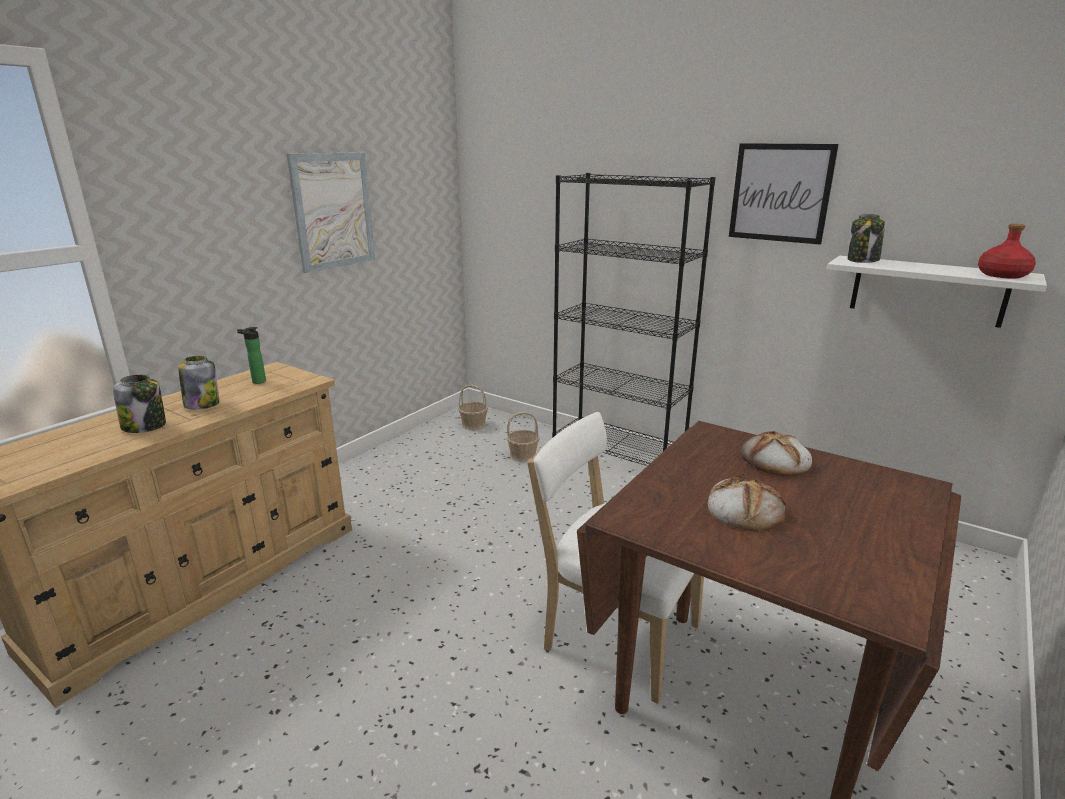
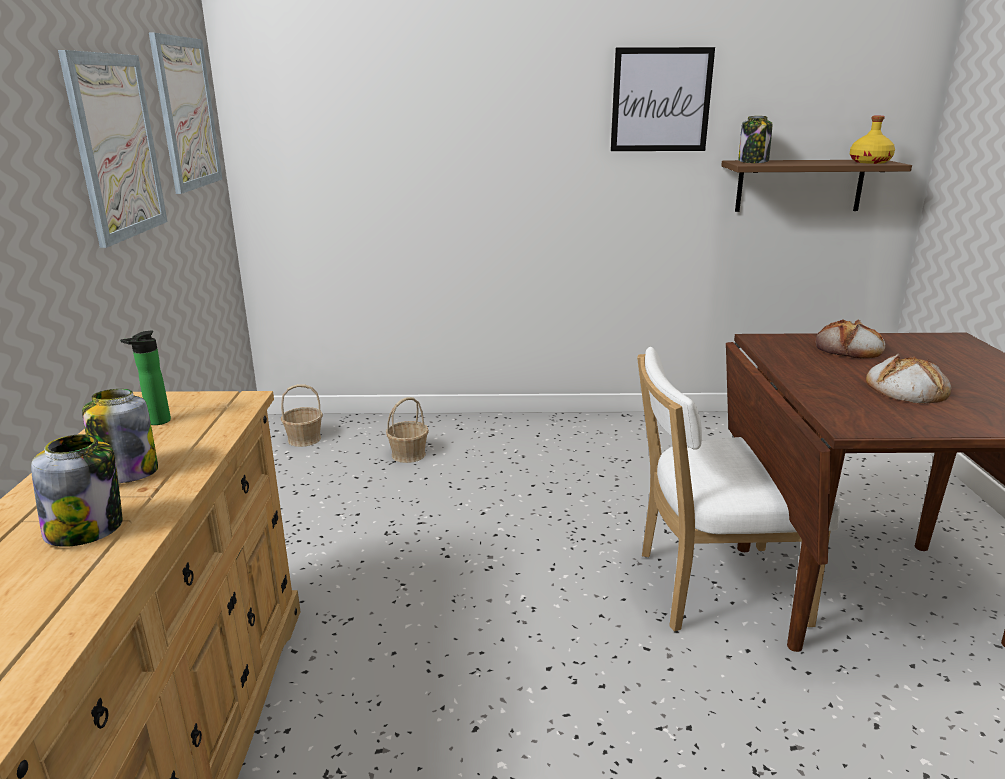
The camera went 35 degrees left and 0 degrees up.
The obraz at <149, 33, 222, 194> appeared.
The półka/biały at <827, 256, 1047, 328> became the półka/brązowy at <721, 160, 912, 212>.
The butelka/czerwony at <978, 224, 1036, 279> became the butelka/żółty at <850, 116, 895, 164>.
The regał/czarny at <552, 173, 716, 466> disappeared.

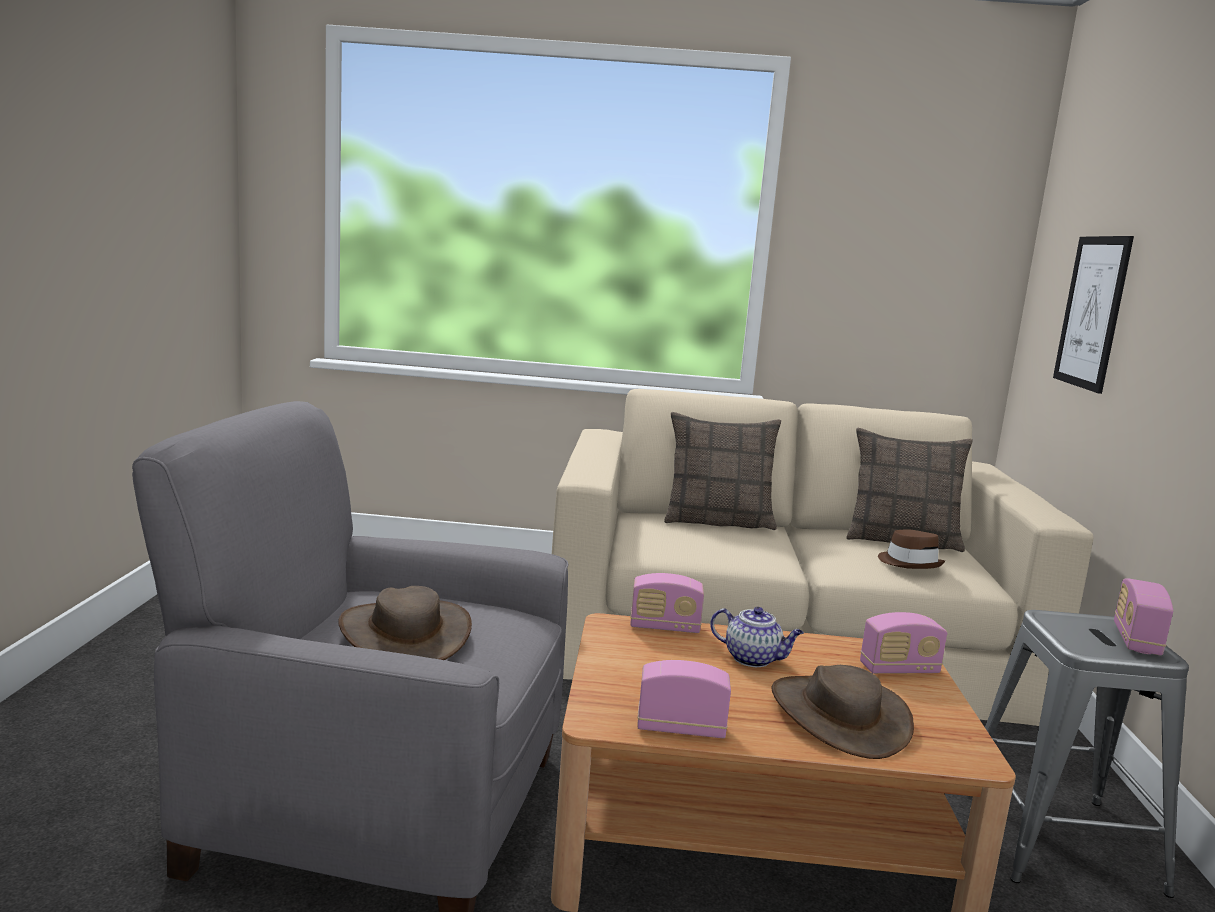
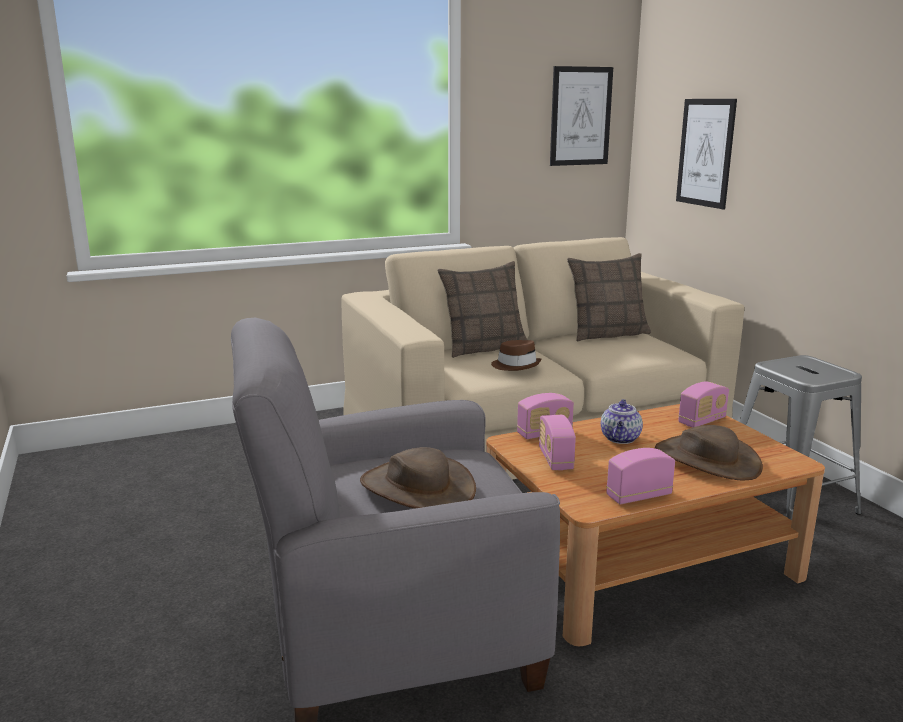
The camera went 25 degrees left and 5 degrees up.
The kapelusz/brązowy moved from <878, 529, 945, 569> to <491, 340, 541, 371>.
The radio moved from <1114, 578, 1173, 655> to <539, 415, 576, 470>.
The obraz at <550, 66, 613, 166> appeared.
The imbryk at <710, 607, 804, 667> turned 105 degrees clockwise.

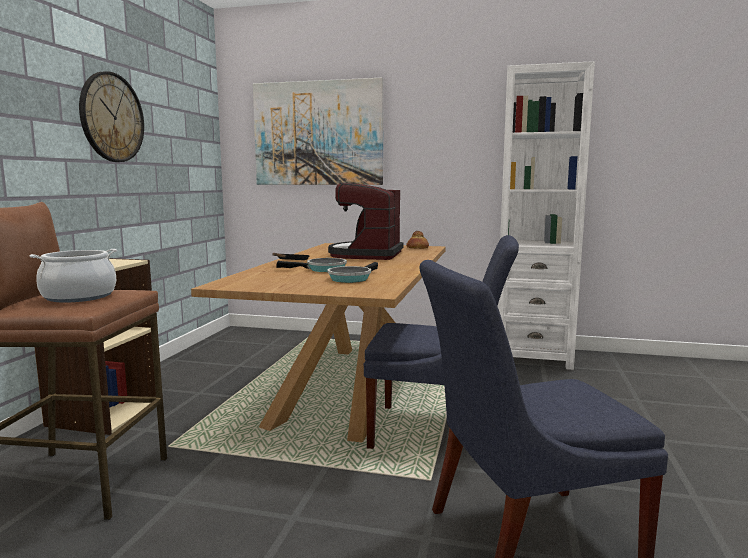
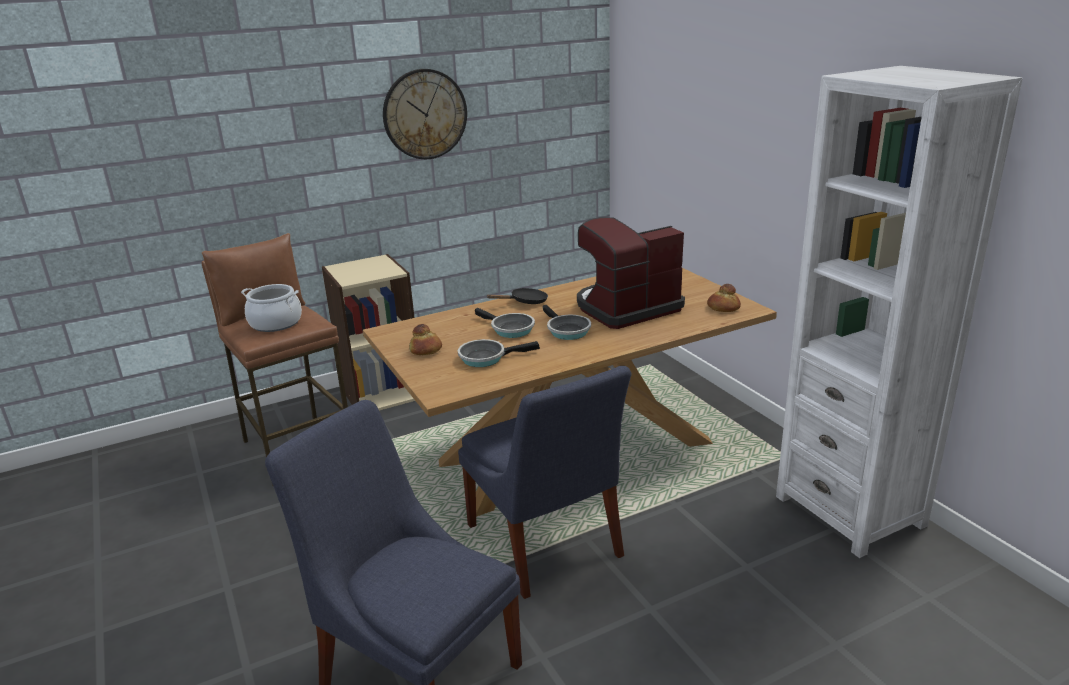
The camera went 50 degrees right and 15 degrees up.
The chleb at <409, 324, 442, 355> appeared.
The patelnia at <542, 305, 591, 340> appeared.
The obraz at <253, 78, 383, 185> disappeared.

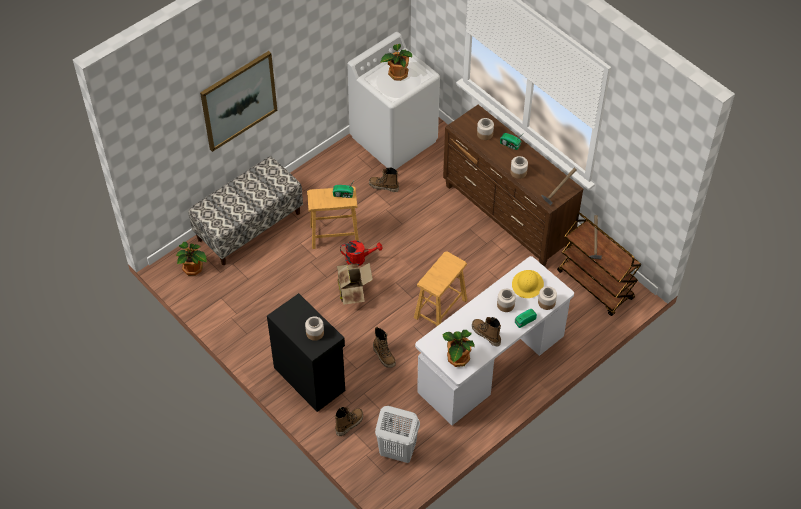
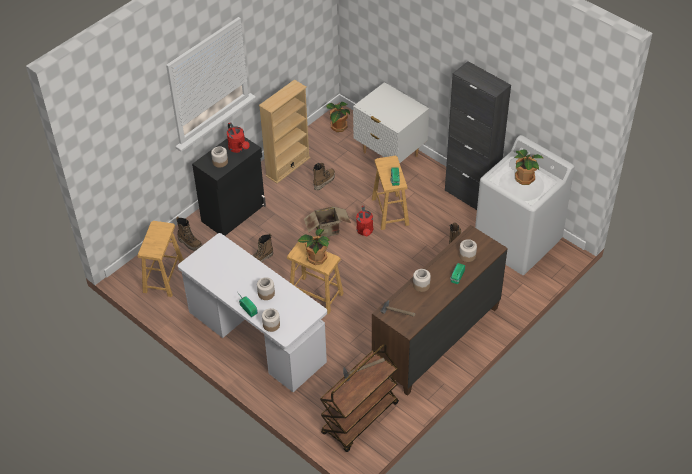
The camera went 85 degrees right and 5 degrees down.
The kosz na pranie/biały at <375, 406, 420, 463> was replaced by the stołek/brązowy at <138, 221, 184, 297>.
The konewka/czerwony at <227, 122, 250, 153> appeared.
The regał/beżowy at <259, 79, 311, 184> appeared.
The roślina doniczkowa moved from <442, 330, 475, 367> to <298, 229, 330, 265>.
The but z cholewką moved from <472, 317, 501, 346> to <313, 163, 335, 190>.
The ławka at <188, 156, 303, 265> was replaced by the szafka nocna/biały at <353, 82, 429, 163>.
The szafka/czarny at <445, 61, 511, 210> appeared.
The obraz at <200, 51, 277, 152> disappeared.
The kask/żółty at <512, 270, 544, 298> disappeared.

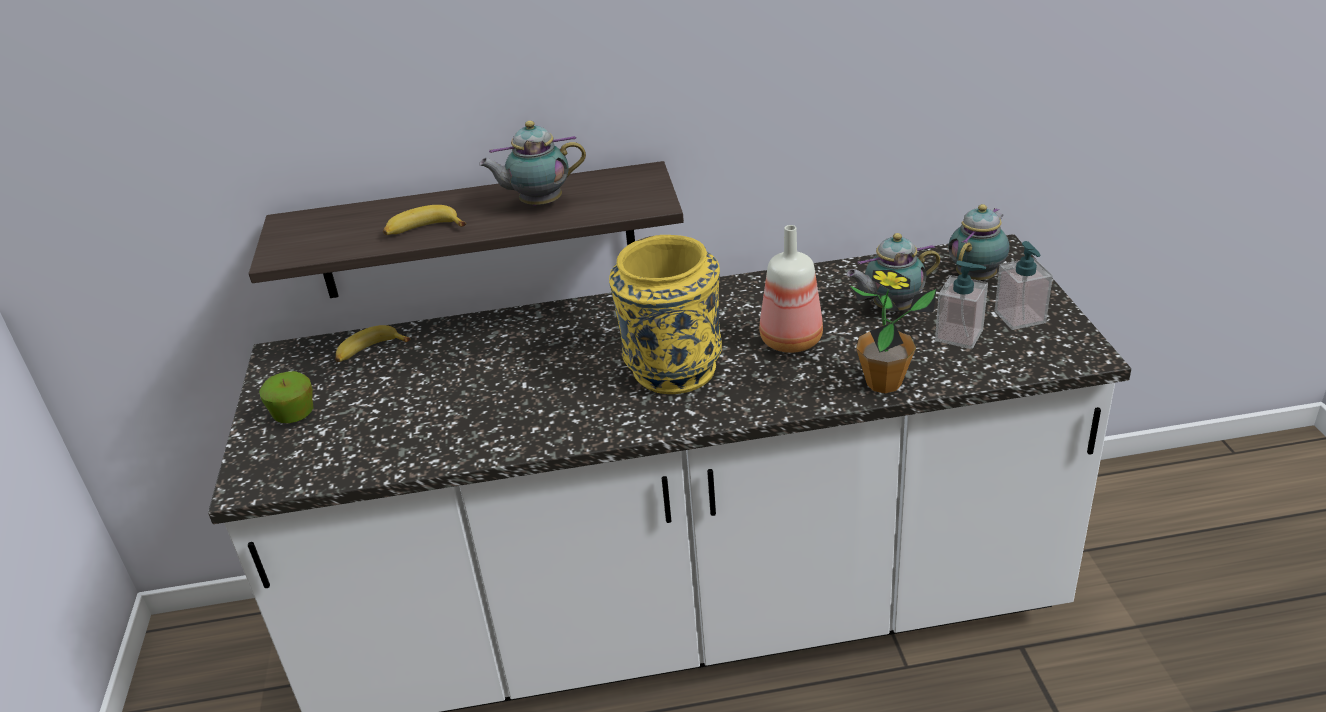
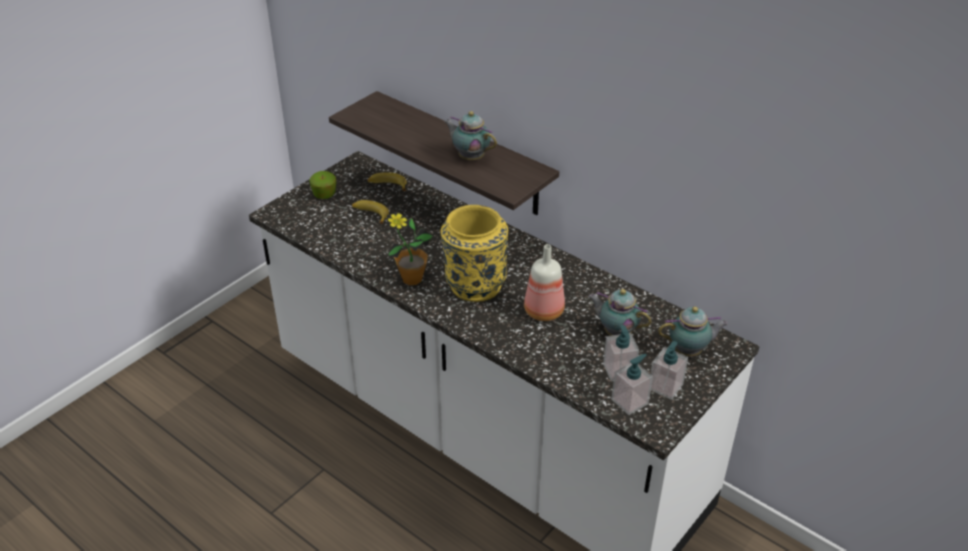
The camera went 45 degrees right and 5 degrees up.
The banan moved from <383, 205, 466, 235> to <352, 200, 389, 224>.
The roślina doniczkowa moved from <849, 270, 936, 393> to <386, 212, 433, 285>.
The dozownik mydła at <612, 354, 653, 415> appeared.

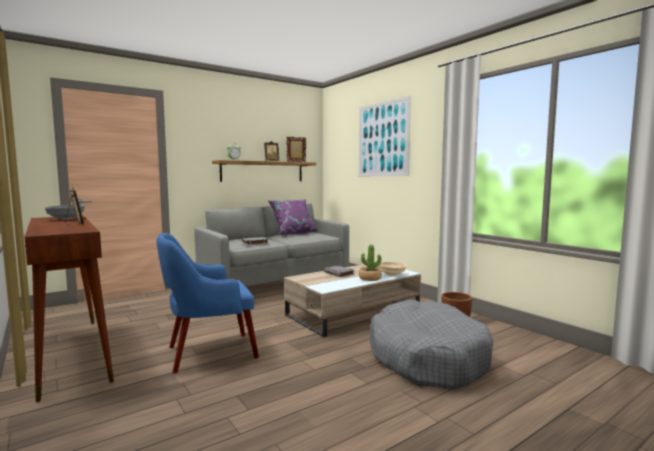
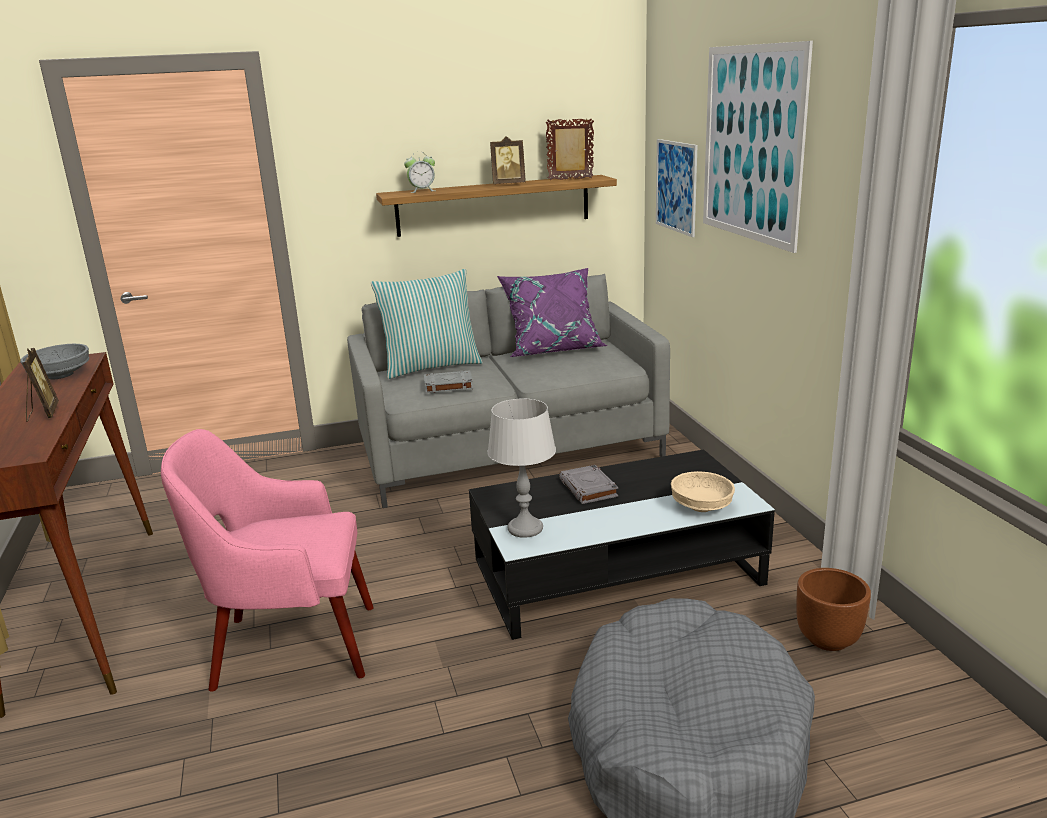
The camera went 20 degrees right and 15 degrees up.
The fotel/niebieski at <157, 233, 259, 373> became the fotel/różowy at <161, 429, 374, 692>.
The poduszka at <371, 269, 483, 379> appeared.
The ława/beżowy at <284, 262, 421, 337> became the ława/czarny at <469, 449, 775, 640>.
The lampa stołowa/szary at <487, 399, 556, 538> appeared.
The obraz at <656, 139, 698, 237> appeared.
The roślina doniczkowa at <359, 244, 382, 281> disappeared.

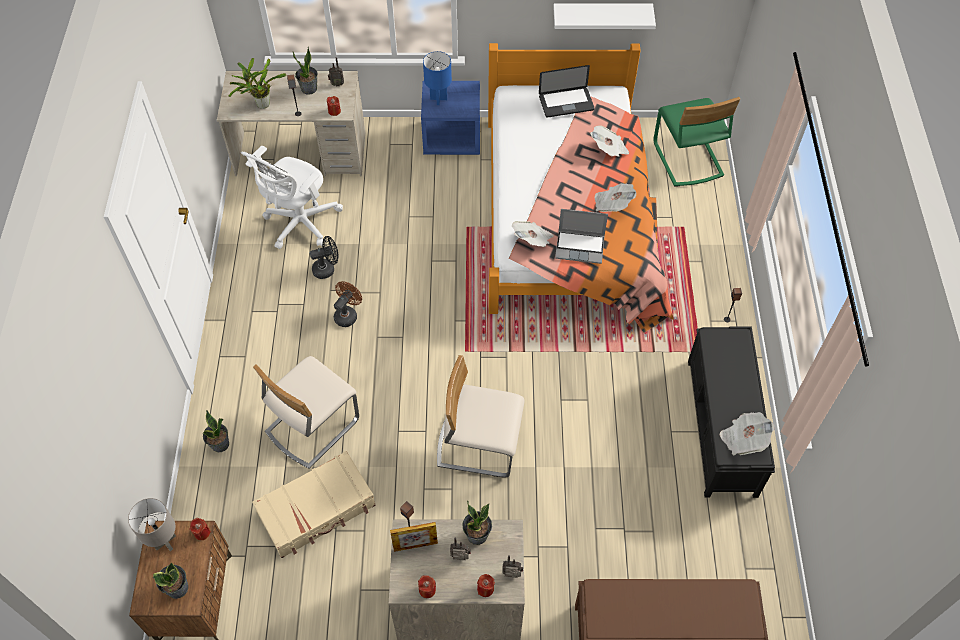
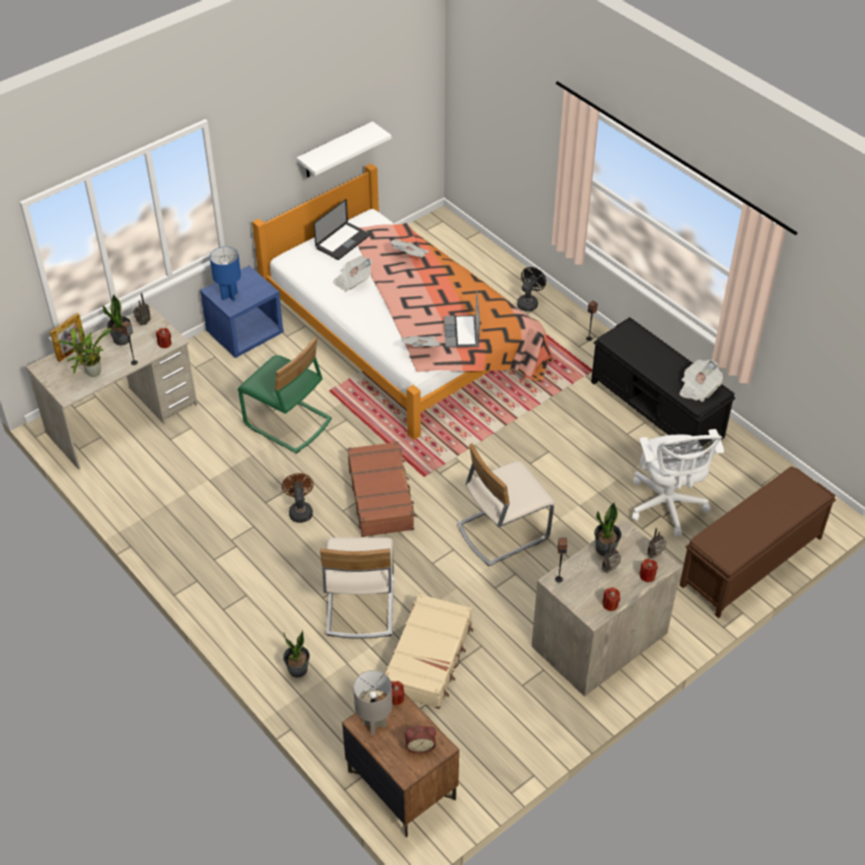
The camera went 40 degrees left and 10 degrees down.
The ramka na zdjęcie moved from <390, 522, 438, 552> to <50, 313, 85, 362>.
The krzesło/zielony moved from <654, 97, 740, 187> to <238, 337, 332, 454>.
The gazeta moved from <595, 183, 637, 212> to <333, 256, 373, 292>.
The walizka/brązowy at <347, 441, 417, 537> appeared.
The roślina doniczkowa at <153, 562, 188, 599> was replaced by the budzik at <405, 726, 436, 754>.
The laptop at <555, 209, 608, 264> turned 120 degrees clockwise.
The wentylator/czarny moved from <310, 236, 339, 279> to <517, 267, 546, 312>.
The krzesło biurowe/biały moved from <241, 146, 343, 249> to <632, 429, 724, 537>.

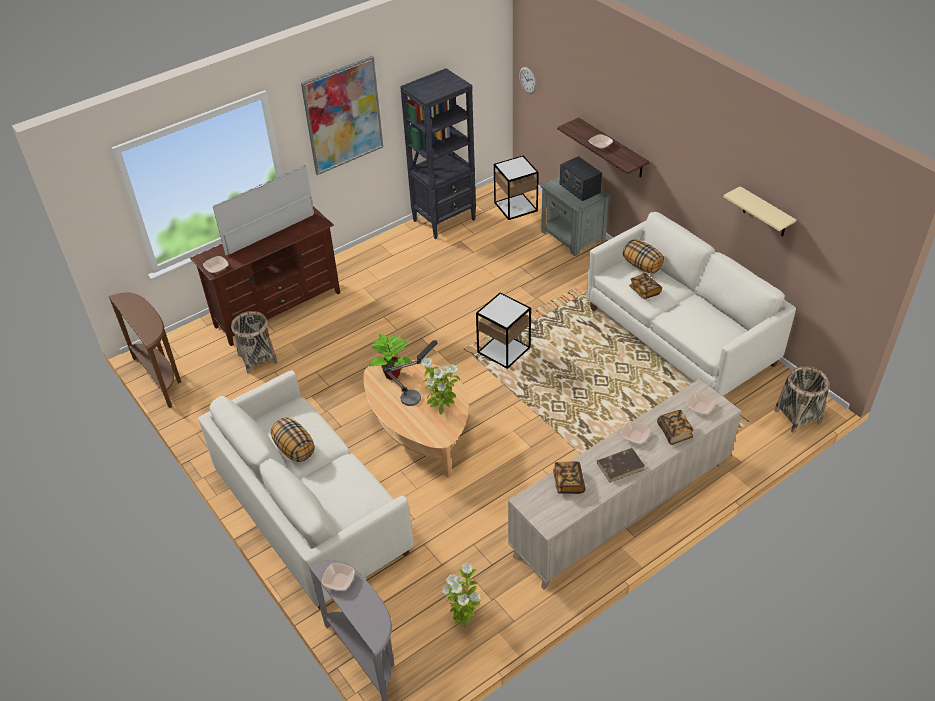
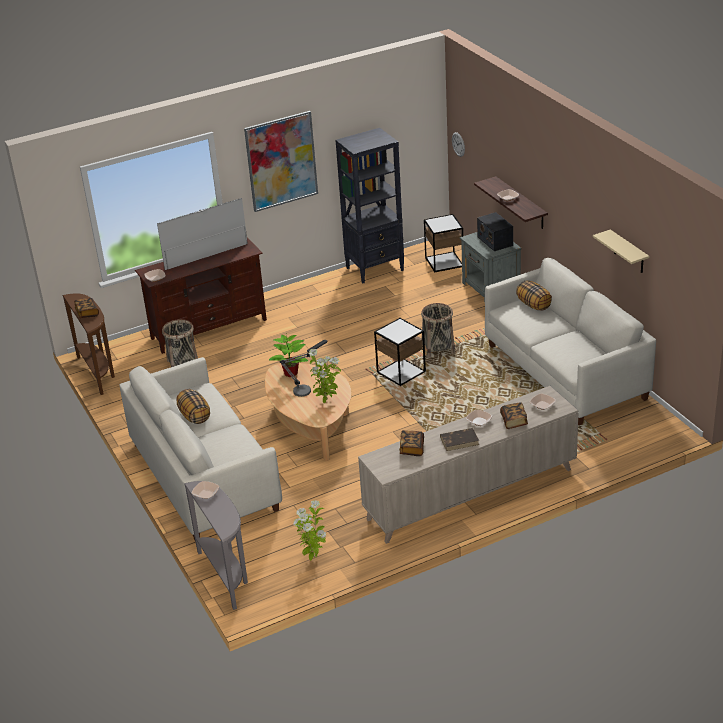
The camera went 10 degrees right and 10 degrees down.
The książka moved from <629, 273, 662, 299> to <74, 298, 99, 318>.
The koszyk moved from <774, 366, 829, 433> to <421, 303, 455, 358>.

